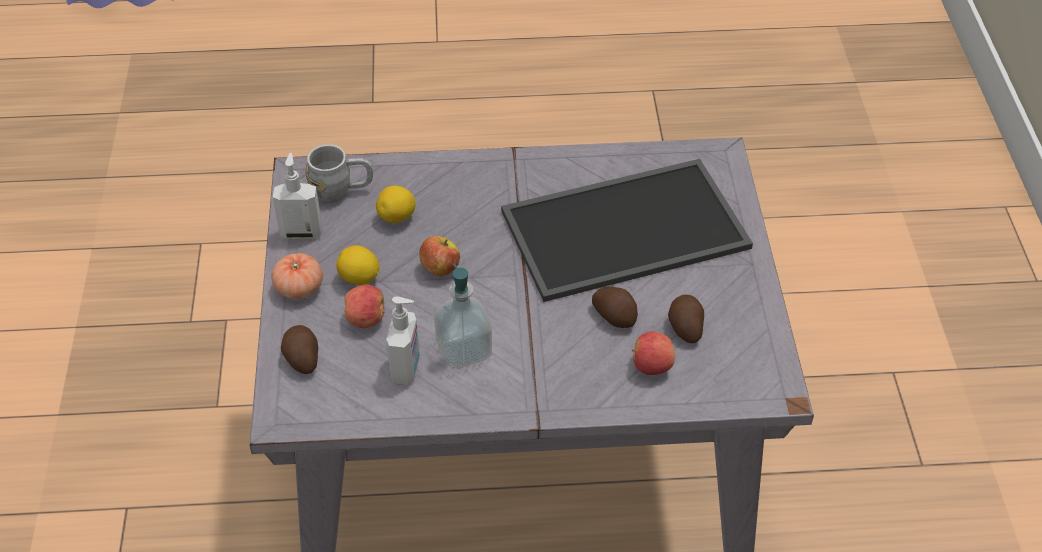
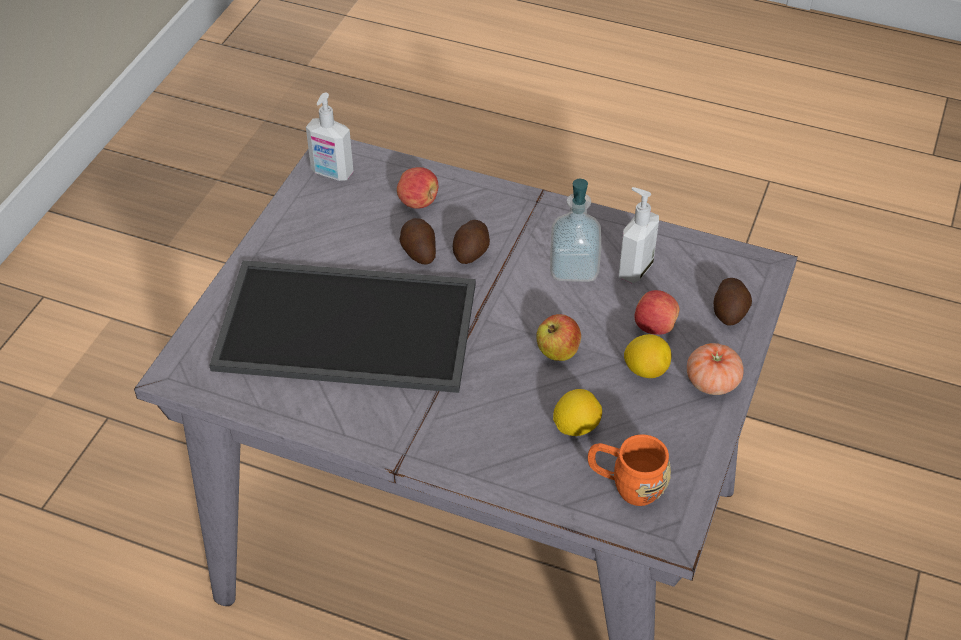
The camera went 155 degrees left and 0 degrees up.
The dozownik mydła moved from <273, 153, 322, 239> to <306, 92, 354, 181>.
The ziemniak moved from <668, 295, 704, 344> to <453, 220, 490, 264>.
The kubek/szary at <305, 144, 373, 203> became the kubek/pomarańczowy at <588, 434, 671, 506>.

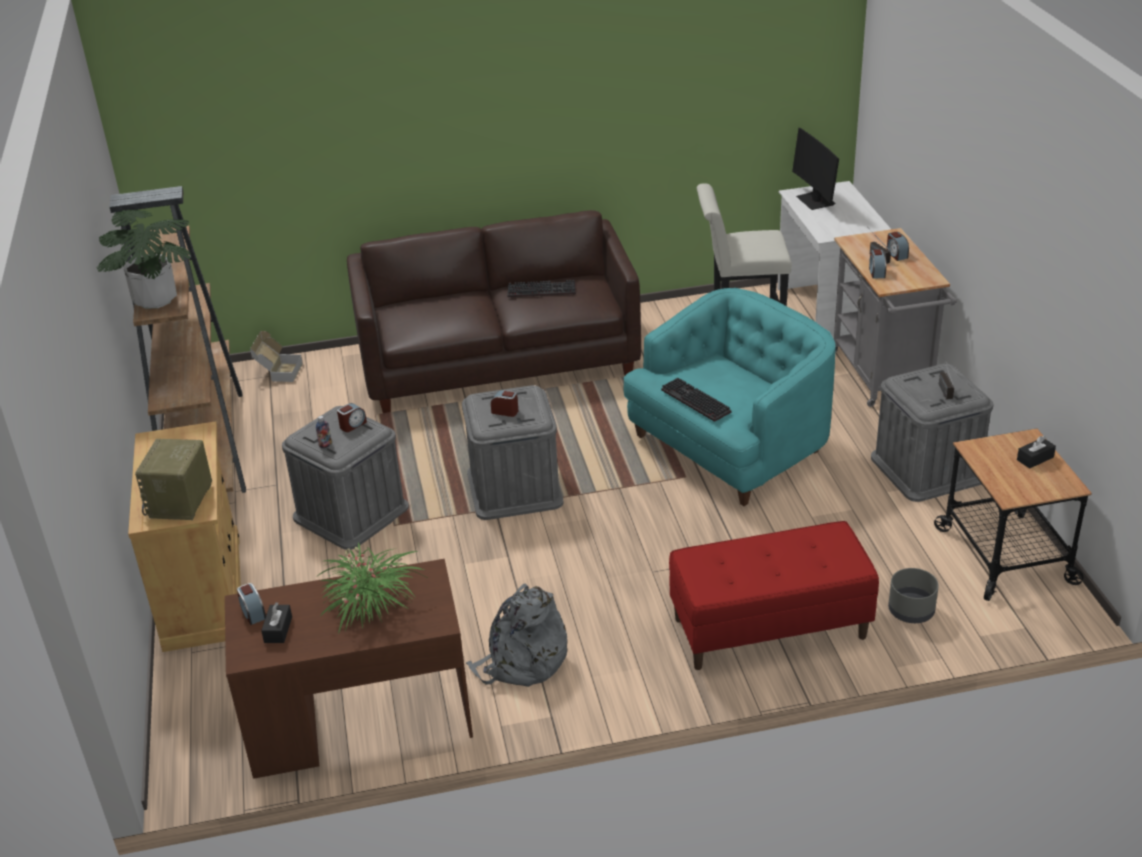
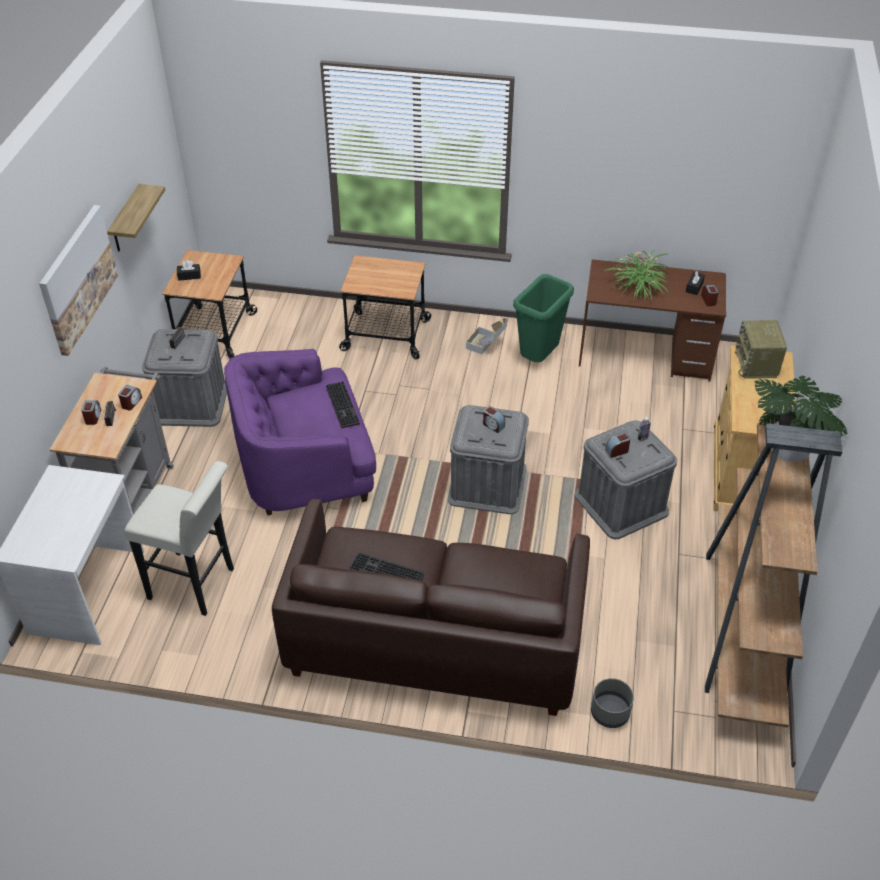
The camera went 160 degrees left and 10 degrees up.
The obraz at <39, 205, 118, 356> appeared.
The półka at <107, 184, 165, 252> appeared.
The fotel/turkusowy at <623, 288, 836, 506> became the fotel/fioletowy at <224, 349, 376, 515>.
The ławka/czerwony at <669, 521, 879, 670> was replaced by the wózek at <339, 255, 431, 360>.
The karton moved from <250, 331, 303, 382> to <466, 318, 507, 354>.
The plecak/szary at <466, 583, 567, 687> was replaced by the kosz na śmieci/zielony at <513, 274, 574, 362>.
The donica/szary moved from <888, 568, 939, 623> to <591, 678, 634, 728>.
The radio at <135, 439, 212, 520> turned 150 degrees clockwise.
The monitor at <792, 128, 839, 210> disappeared.

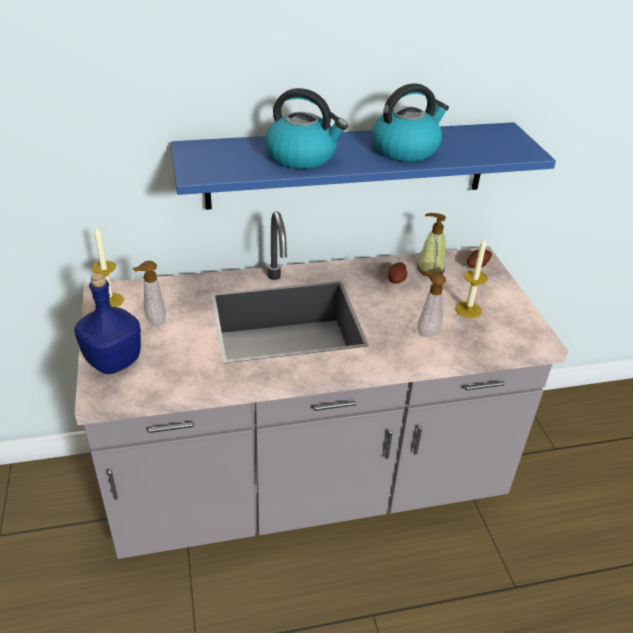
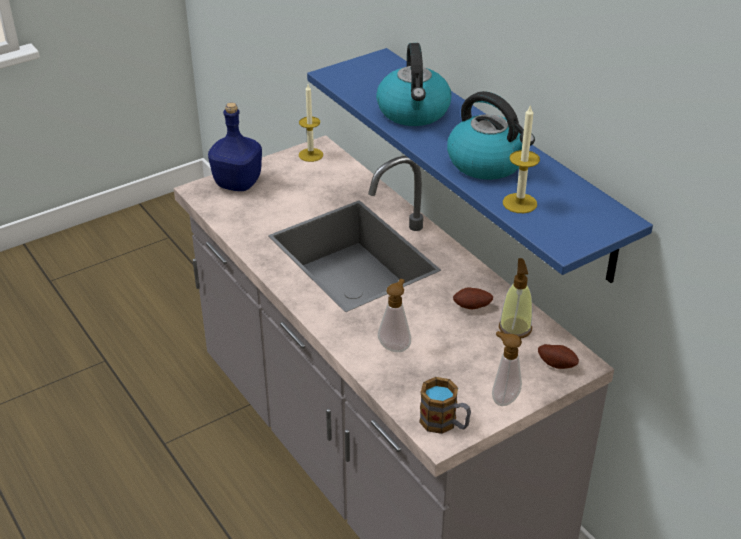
The camera went 70 degrees right and 0 degrees up.
The kubek at <419, 377, 471, 434> appeared.
The dozownik mydła moved from <133, 261, 166, 326> to <492, 331, 522, 406>.
The świeca moved from <455, 238, 488, 318> to <503, 104, 540, 213>.

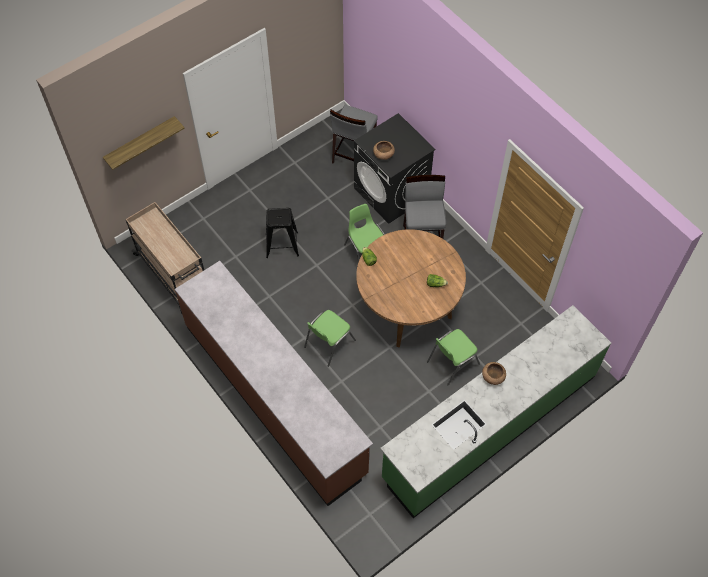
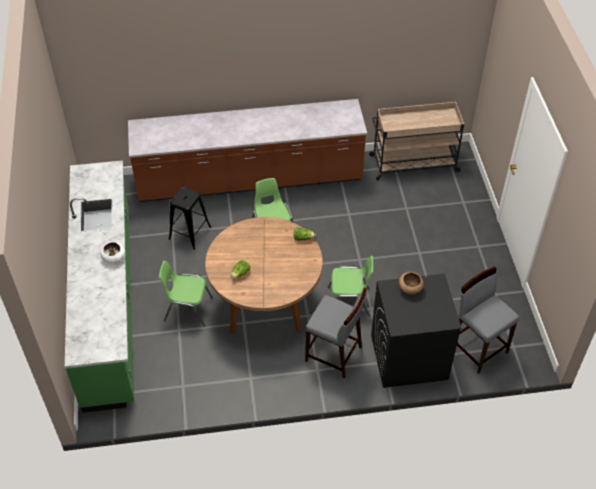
The camera went 120 degrees right and 10 degrees down.
The miska/brązowy at <482, 362, 506, 385> became the miska/biały at <100, 241, 125, 263>.
The krzesło/zielony at <427, 329, 480, 385> turned 75 degrees counterclockwise.
The stołek/czarny moved from <266, 208, 299, 258> to <168, 187, 211, 250>.
The półka at <103, 116, 185, 170> disappeared.

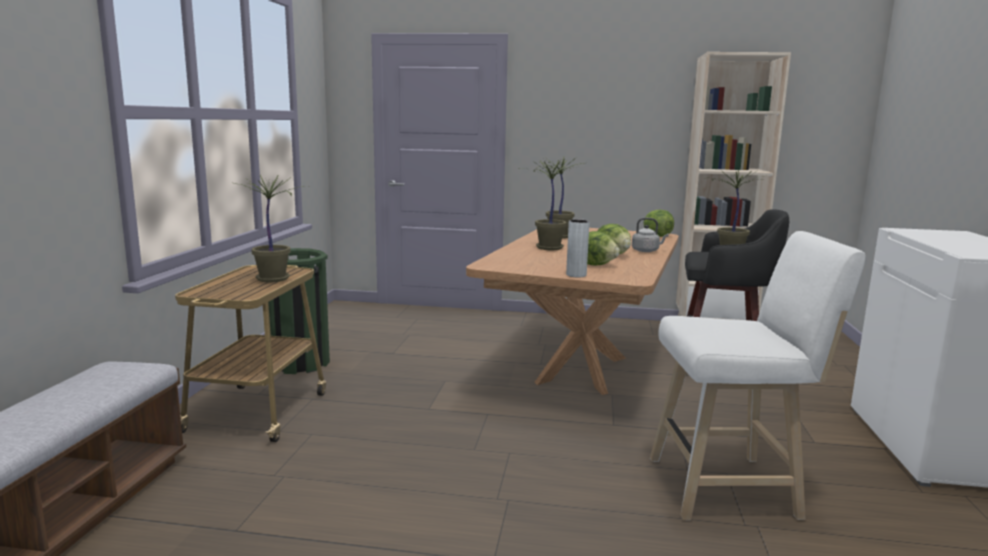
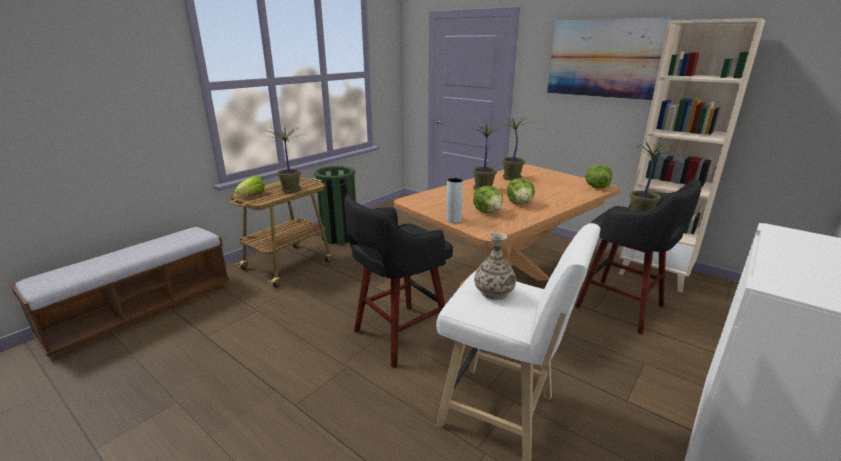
The camera went 30 degrees right and 10 degrees up.
The sałata at <235, 176, 265, 195> appeared.
The stołek/czarny at <344, 195, 453, 368> appeared.
The wazon at <474, 232, 516, 300> appeared.
The obraz at <547, 18, 672, 100> appeared.
The czajnik/szary at <632, 218, 669, 252> disappeared.

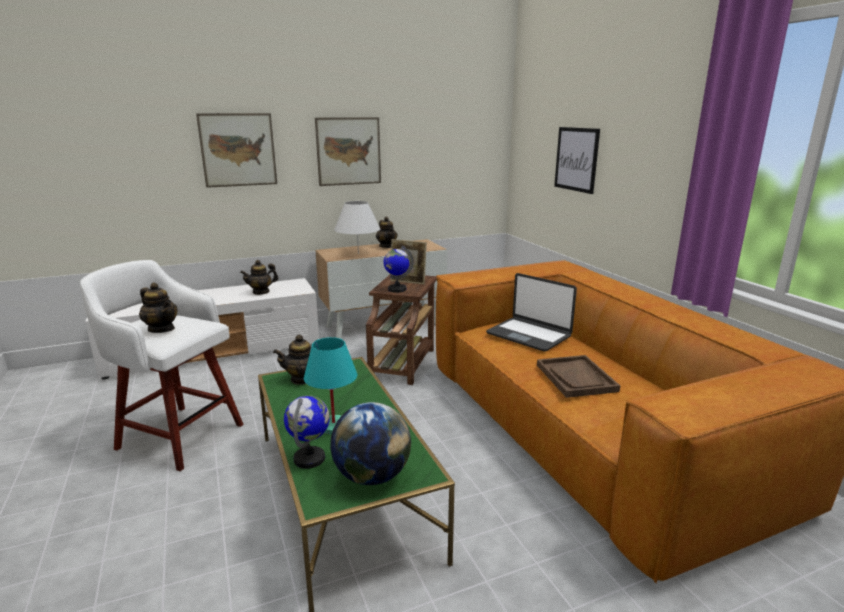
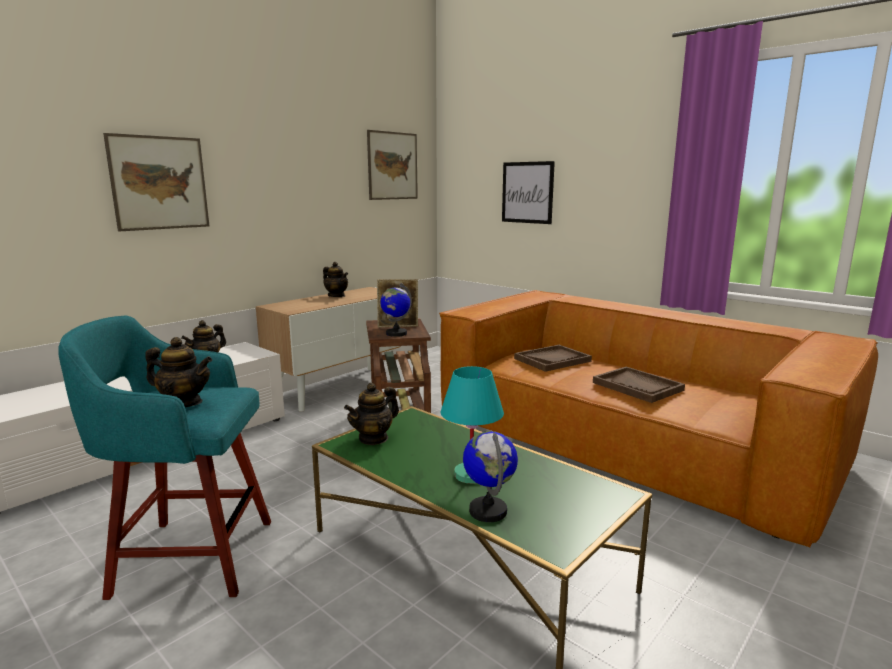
The camera went 25 degrees left and 5 degrees down.
The stołek/biały at <80, 260, 243, 471> became the stołek/turkusowy at <58, 316, 271, 600>.
The obraz moved from <315, 117, 381, 186> to <367, 130, 418, 200>.
The laptop at <486, 273, 577, 351> was replaced by the taca/brązowy at <514, 345, 592, 372>.
The globus at <330, 402, 411, 485> disappeared.
The lampa stołowa/biały at <334, 201, 380, 254> disappeared.

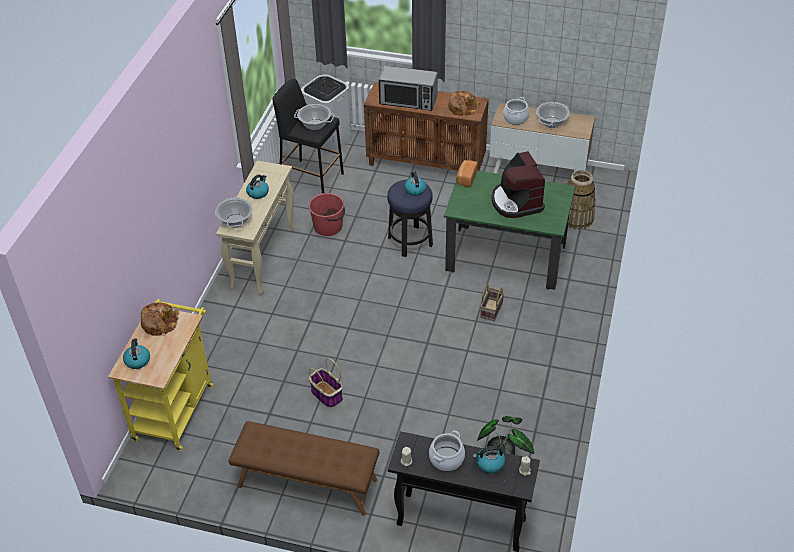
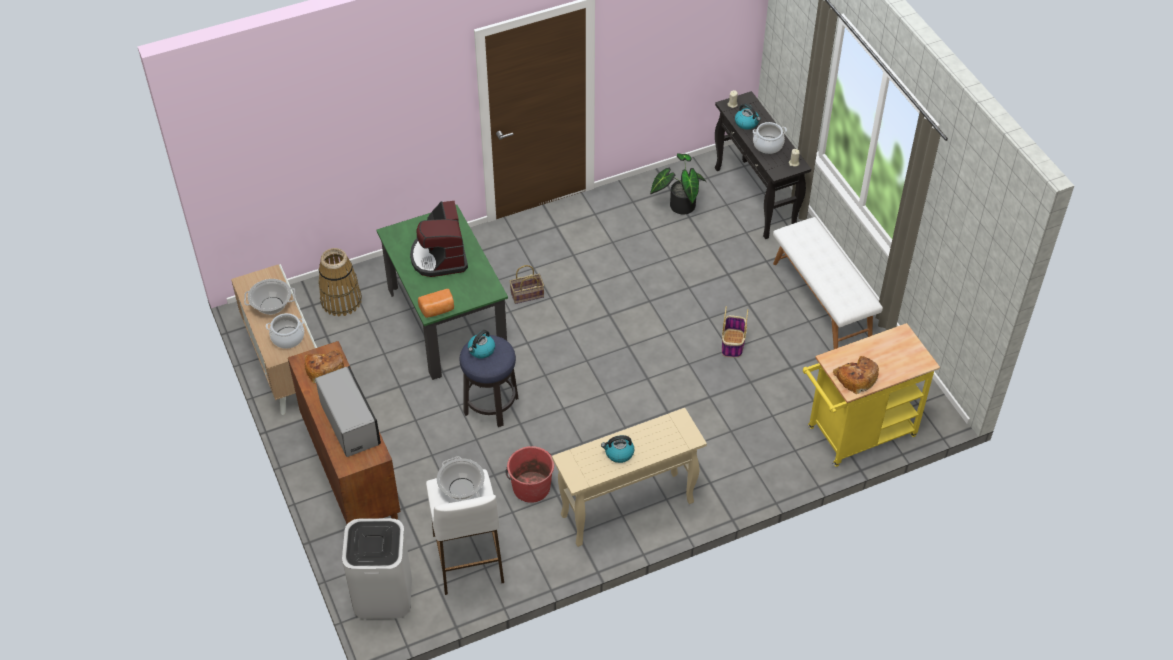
The camera went 130 degrees left and 5 degrees up.
The ekspres do kawy at <492, 151, 545, 218> turned 135 degrees clockwise.
The stołek/czarny at <273, 79, 344, 194> became the stołek/biały at <426, 469, 504, 595>.
The ławka/brązowy at <228, 421, 380, 516> became the ławka/biały at <773, 217, 883, 349>.
The czajnik at <123, 338, 150, 369> disappeared.
The garnek at <215, 197, 253, 228> disappeared.

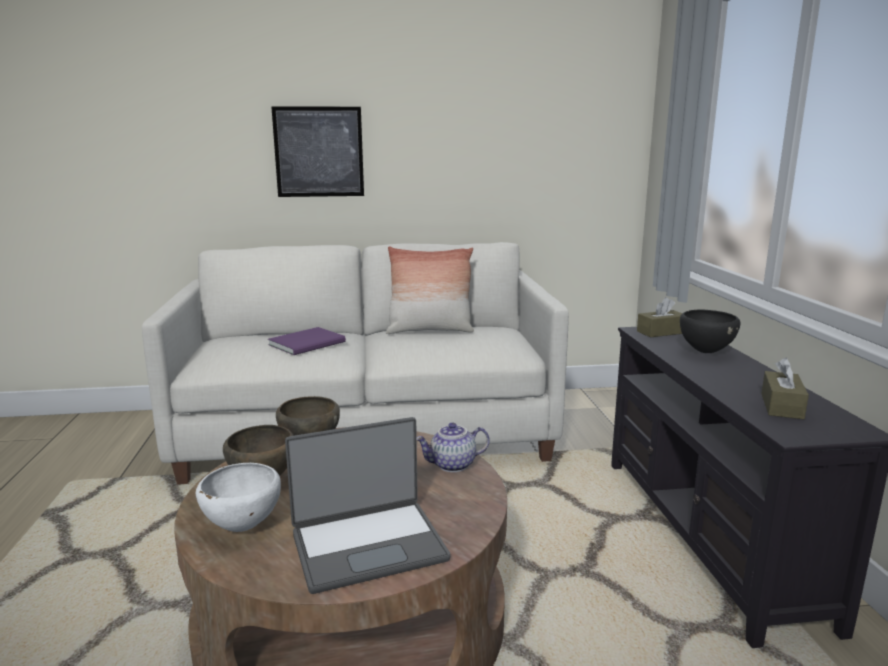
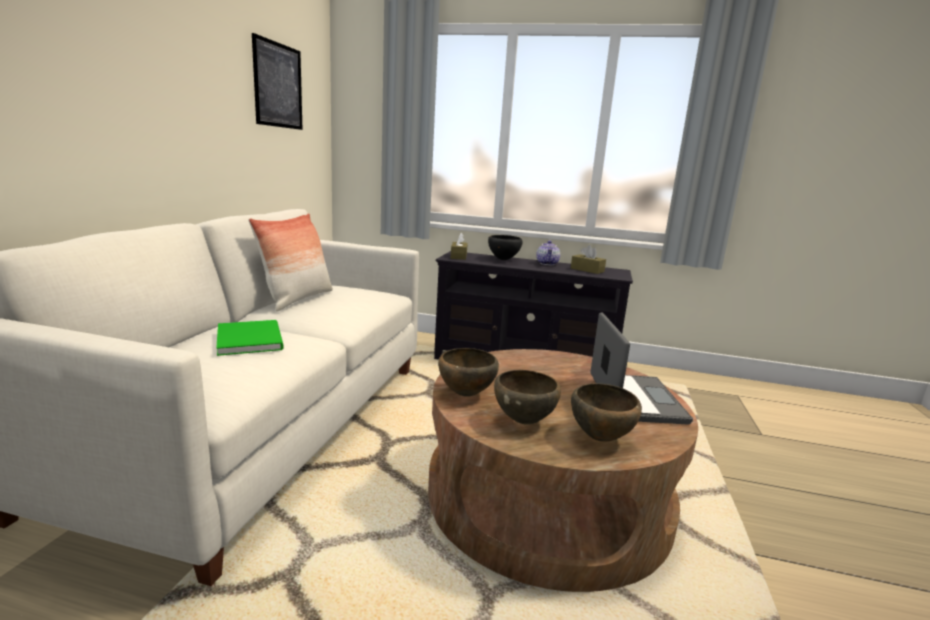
The camera went 70 degrees left and 0 degrees up.
The książka/fioletowy at <268, 327, 346, 355> became the książka/zielony at <216, 320, 284, 356>.
The obraz moved from <271, 106, 364, 197> to <252, 33, 302, 130>.
The imbryk moved from <417, 423, 490, 472> to <536, 241, 560, 265>.
The miska/biały at <196, 463, 281, 532> became the miska/brązowy at <571, 383, 642, 442>.

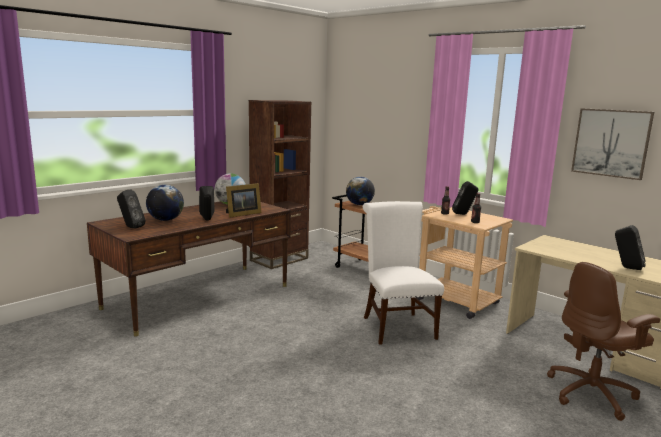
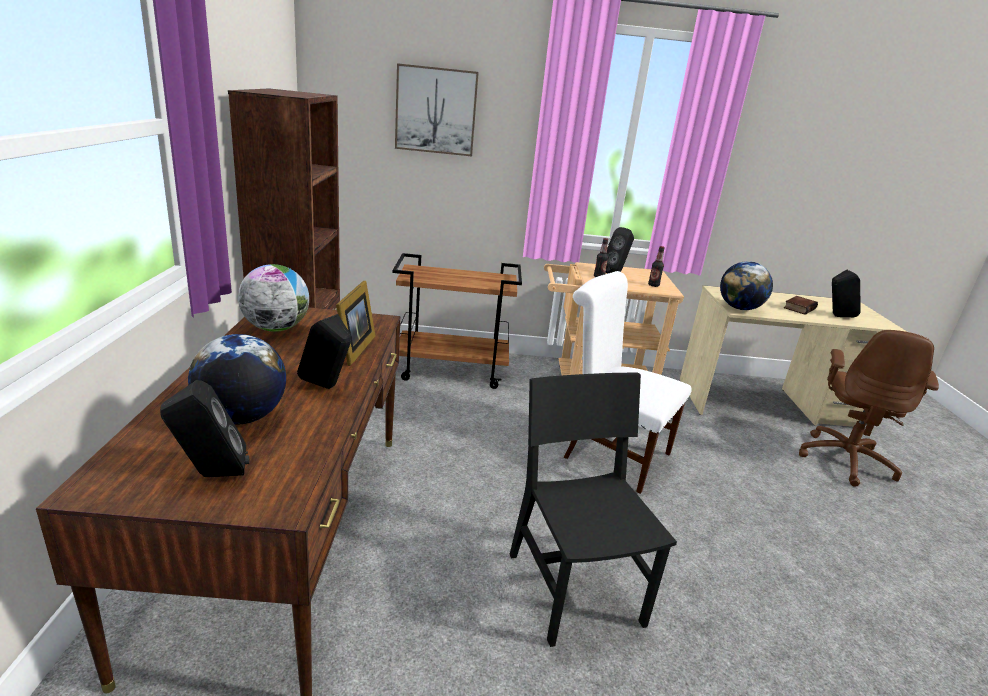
The camera went 45 degrees left and 10 degrees up.
The obraz moved from <571, 108, 654, 180> to <395, 63, 479, 156>.
The krzesło/czarny at <510, 373, 677, 647> appeared.
The globus moved from <346, 177, 375, 205> to <720, 261, 773, 310>.
The książka at <784, 296, 818, 315> appeared.

